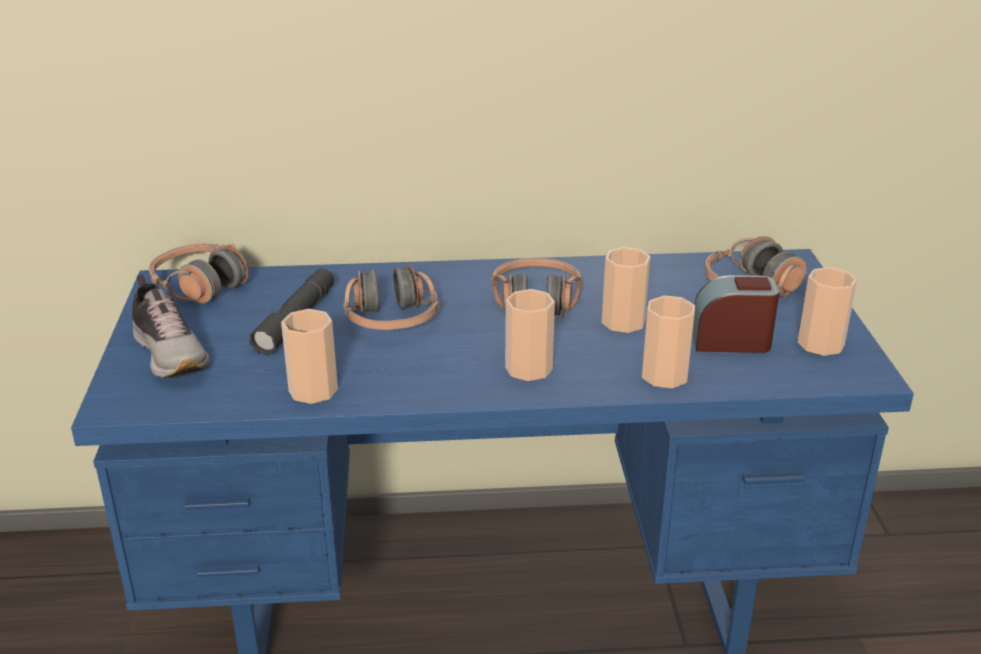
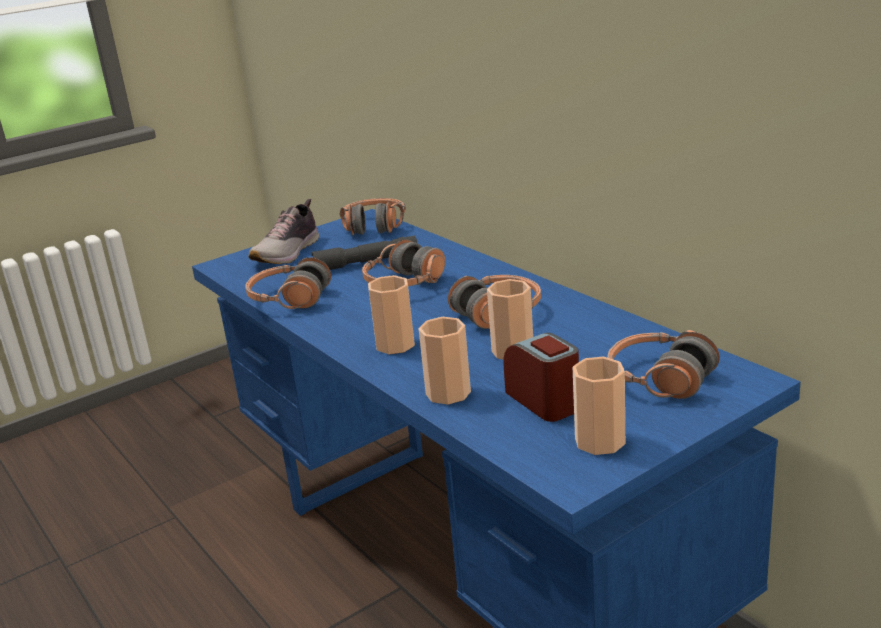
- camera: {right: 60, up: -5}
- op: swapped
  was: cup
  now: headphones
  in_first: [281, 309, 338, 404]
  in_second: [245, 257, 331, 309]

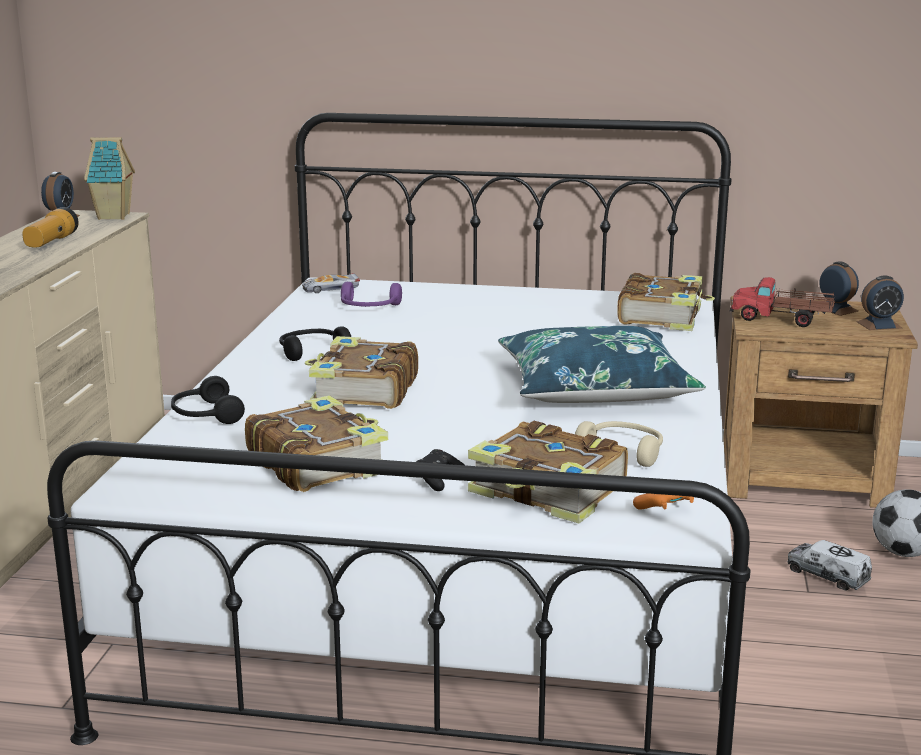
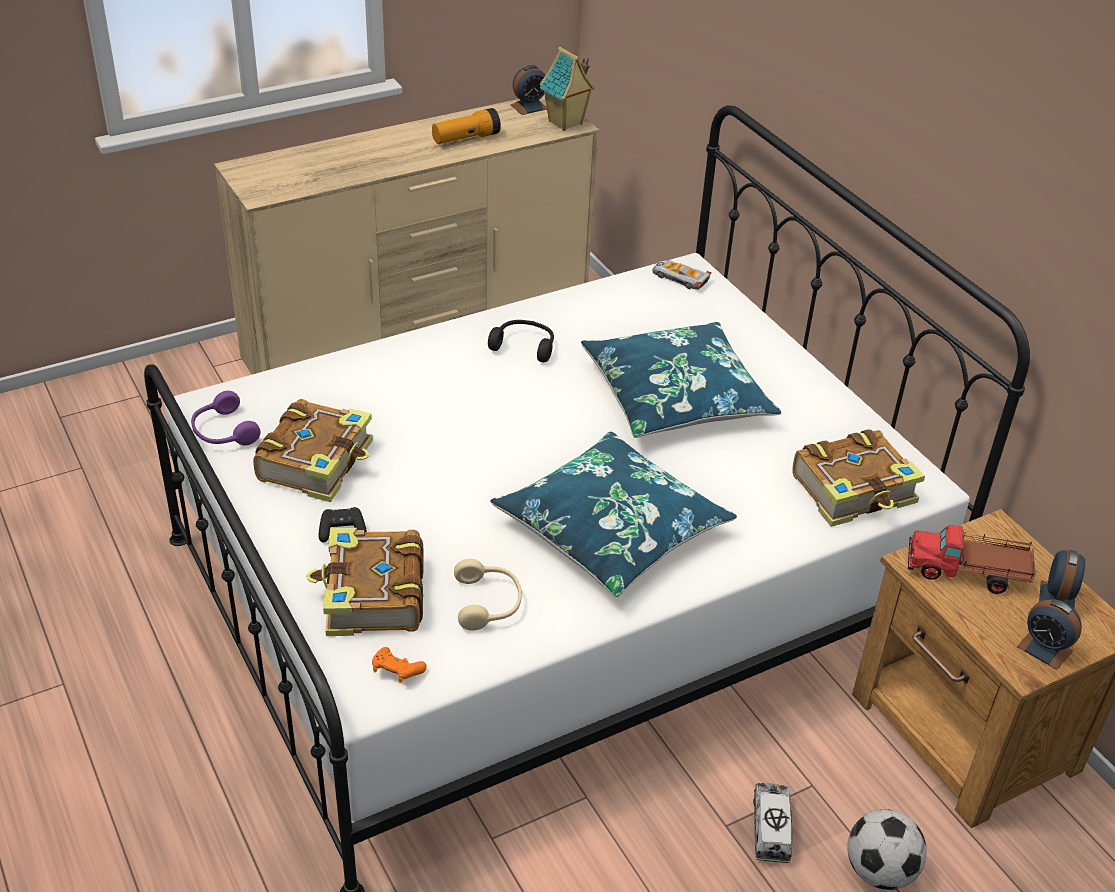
- camera: {right: 50, up: 20}
- op: gone
  was: headphones (black)
  in_first: [171, 376, 245, 424]
- op: gone
  was: book
  in_first: [305, 336, 418, 409]
- op: shifted
  was: headphones (purple)
  in_first: [341, 282, 402, 307]
  in_second: [191, 391, 260, 445]
- op: rotated
  was: toy truck
  in_first: [730, 277, 836, 327]
  in_second: [908, 525, 1036, 594]
  clockwise: -60
- op: new
  now: pillow (blue)
  in_second: [581, 322, 781, 438]

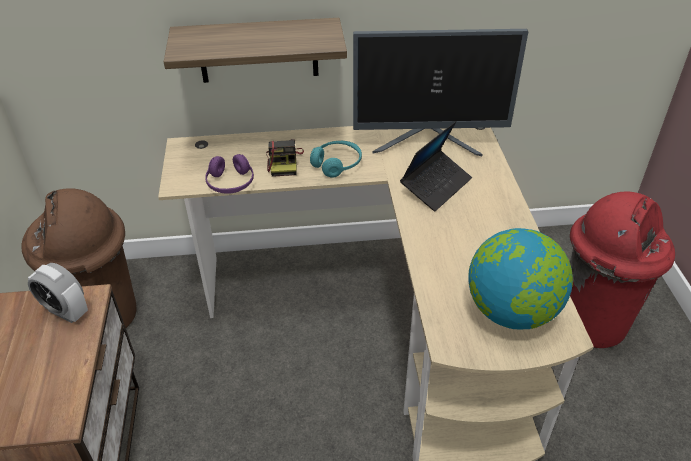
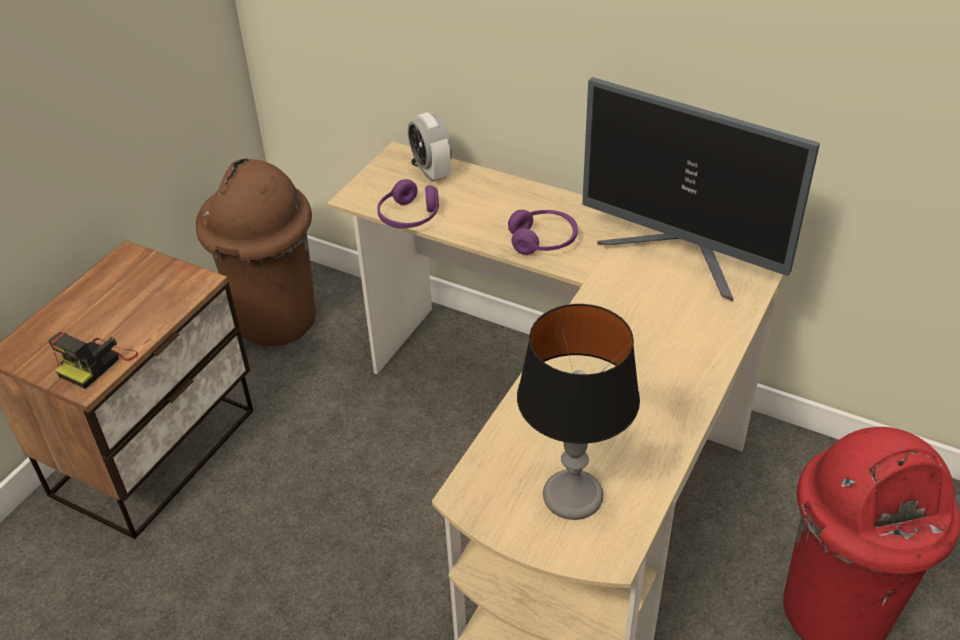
- camera: {right: 35, up: 0}
- op: shifted
  was: alarm clock
  in_first: [28, 263, 88, 323]
  in_second: [408, 112, 452, 182]
- op: gone
  was: shelf
  in_first: [164, 18, 347, 83]
- op: shifted
  was: photo camera
  in_first: [266, 139, 304, 177]
  in_second: [48, 332, 138, 389]
- op: repainted
  was: headphones (turquoise)
  now: headphones (purple)
  in_first: [310, 141, 362, 178]
  in_second: [508, 210, 578, 255]
- op: gone
  was: laptop
  in_first: [400, 121, 472, 211]
- op: swapped
  was: globe
  now: table lamp
  in_first: [468, 228, 573, 329]
  in_second: [517, 304, 640, 520]

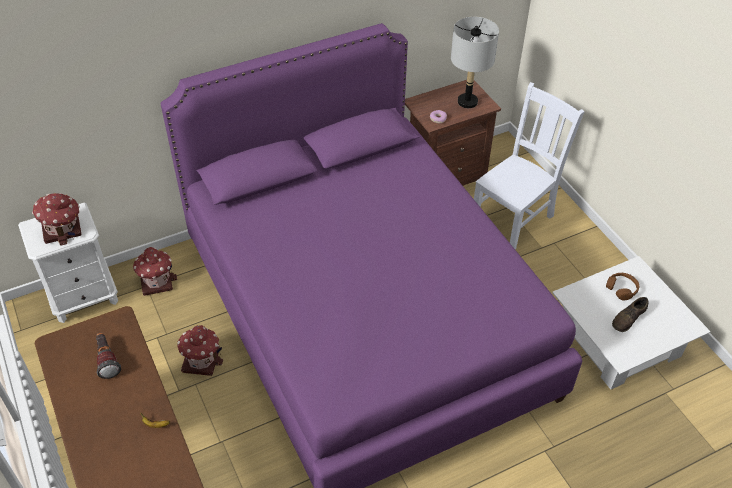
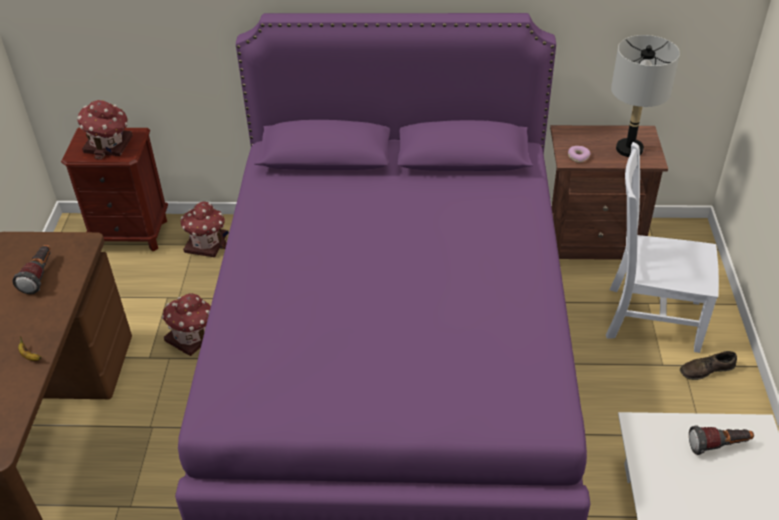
- camera: {right: 30, up: -5}
- op: repainted
  was: nightstand (white)
  now: nightstand (brown)
  in_first: [18, 203, 118, 323]
  in_second: [61, 127, 168, 252]
- op: rotated
  was: chair (white)
  in_first: [474, 82, 585, 249]
  in_second: [606, 142, 719, 353]
  clockwise: -150
- op: swapped
  was: headphones (brown)
  now: flashlight
  in_first: [606, 273, 639, 300]
  in_second: [689, 425, 754, 455]
- op: shifted
  was: shoe (brown)
  in_first: [612, 297, 649, 332]
  in_second: [680, 351, 737, 380]

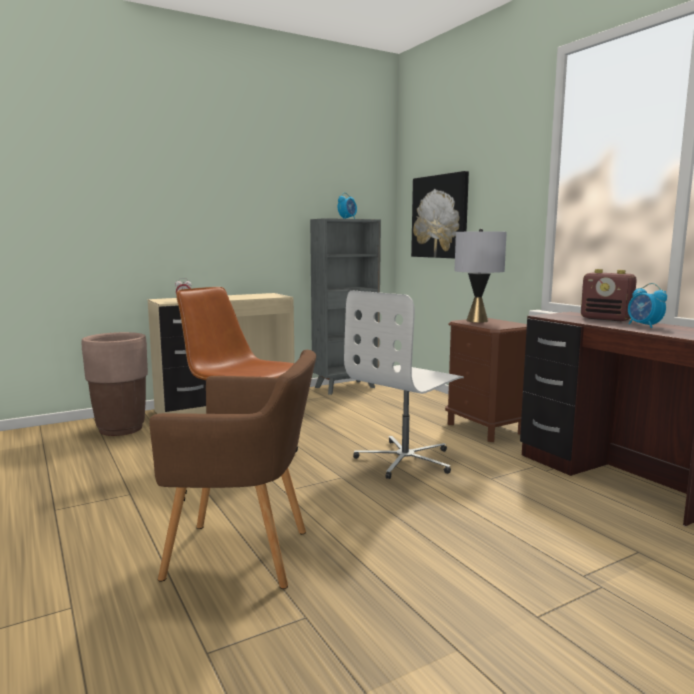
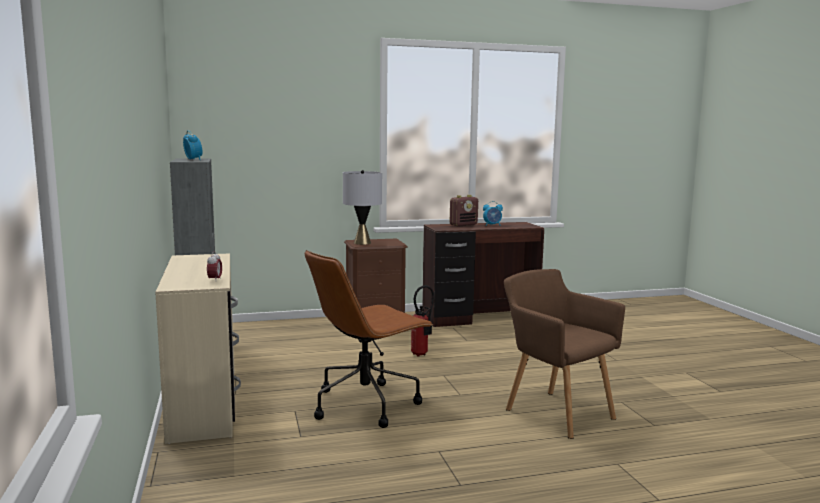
- camera: {right: -75, up: 0}
- op: gone
  was: planter (brown)
  in_first: [81, 332, 148, 436]
- op: rotated
  was: armchair (brown)
  in_first: [149, 350, 316, 589]
  in_second: [504, 269, 625, 439]
  clockwise: -60
- op: swapped
  was: office chair (white)
  now: fire extinguisher
  in_first: [344, 290, 464, 479]
  in_second: [411, 285, 434, 357]
- op: gone
  was: picture
  in_first: [411, 171, 469, 258]

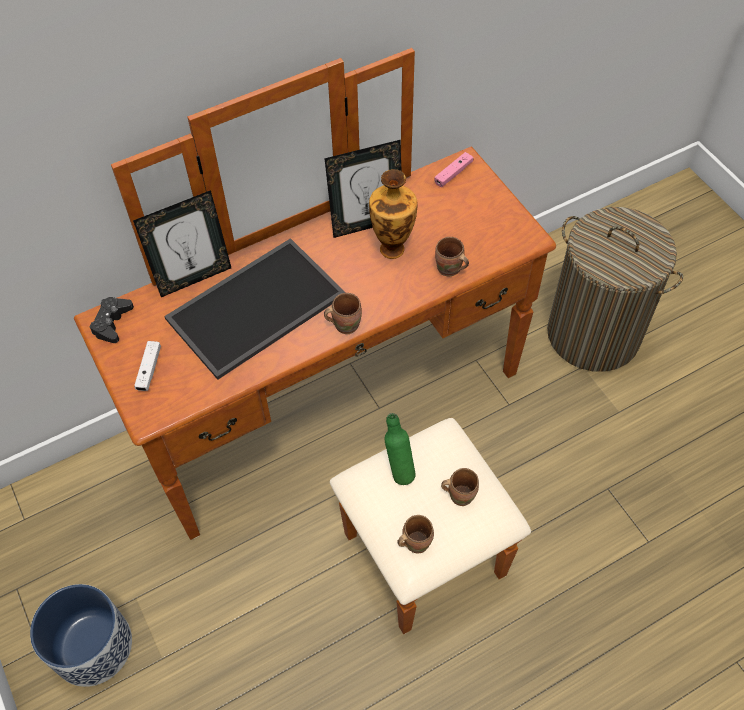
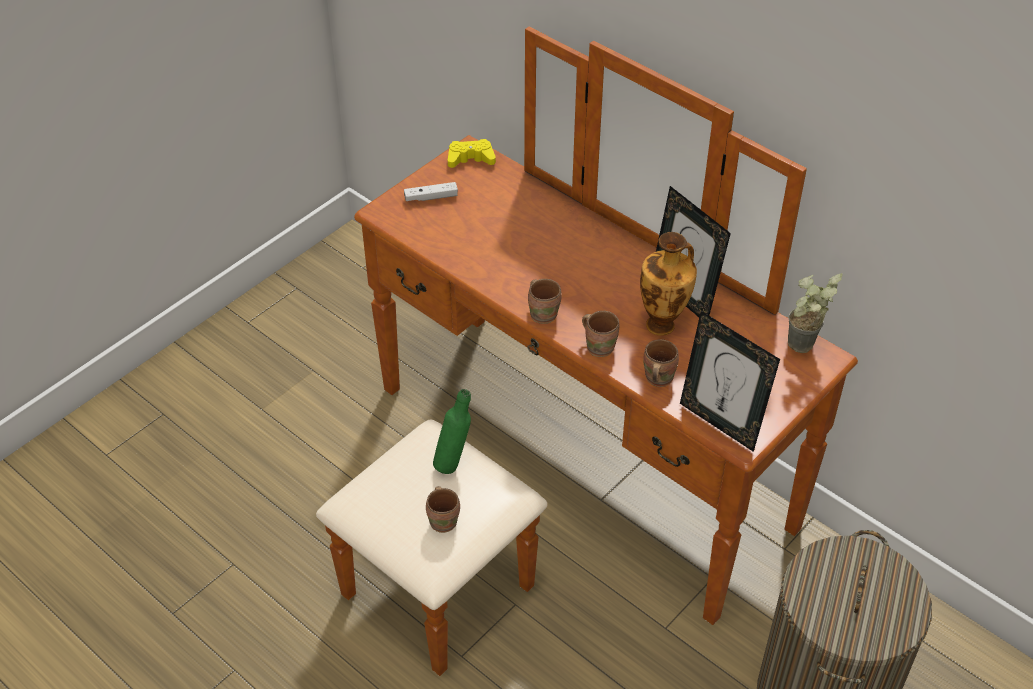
- camera: {right: 70, up: -10}
- op: gone
  was: planter
  in_first: [30, 584, 132, 687]
- op: repainted
  was: game controller (black)
  now: game controller (yellow)
  in_first: [90, 297, 134, 343]
  in_second: [448, 139, 496, 168]
- op: shifted
  was: picture frame
  in_first: [133, 190, 231, 297]
  in_second: [680, 311, 780, 452]
- op: gone
  was: tray
  in_first: [164, 238, 345, 380]
- op: shifted
  was: mug (brown)
  in_first: [397, 515, 434, 554]
  in_second: [582, 311, 620, 357]
- op: swapped
  was: game controller (pink)
  now: potted plant
  in_first: [435, 152, 473, 187]
  in_second: [788, 273, 843, 353]

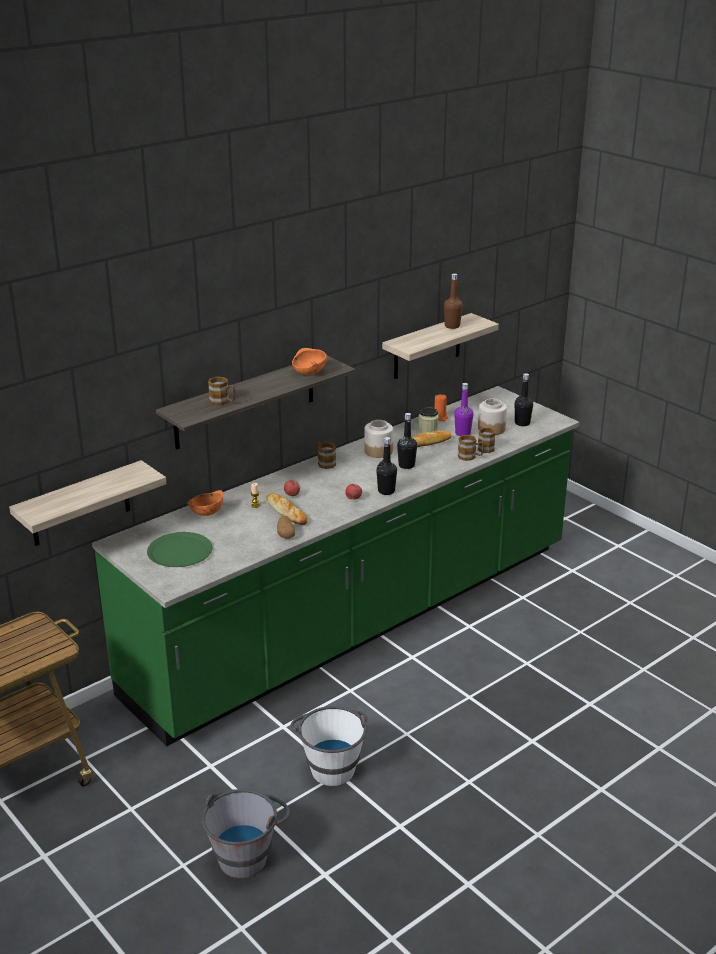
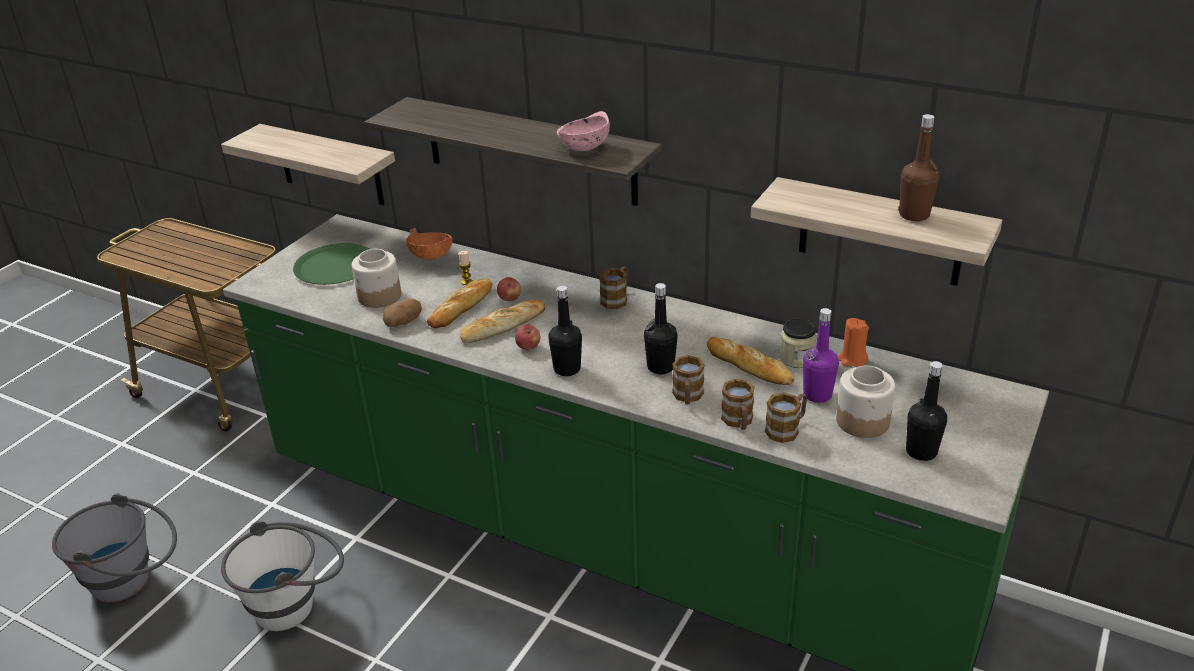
- camera: {right: 70, up: 5}
- op: shifted
  was: mug
  in_first: [208, 377, 235, 405]
  in_second: [672, 355, 705, 404]
- op: repainted
  was: bowl (orange)
  now: bowl (pink)
  in_first: [292, 348, 327, 375]
  in_second: [557, 111, 610, 151]
- op: shifted
  was: jar
  in_first: [364, 420, 393, 458]
  in_second: [352, 249, 401, 308]
- op: new
  now: bread
  in_second: [460, 300, 545, 343]

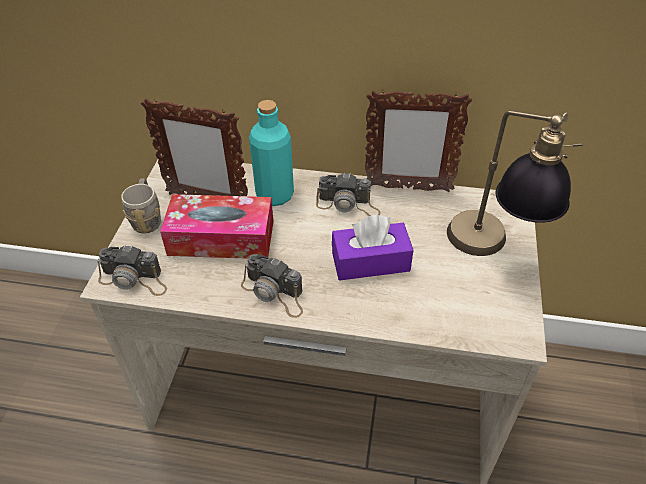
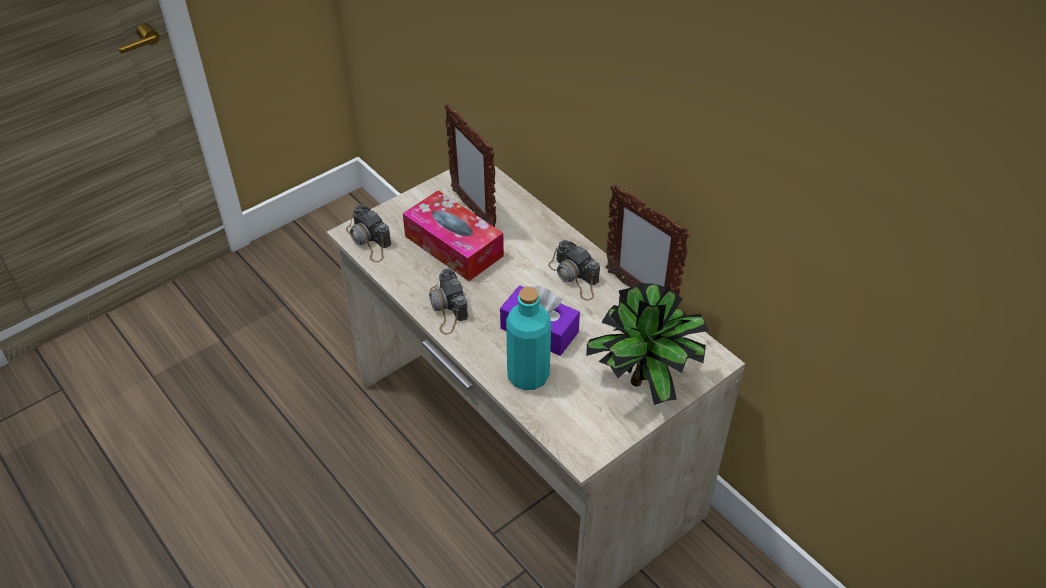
- camera: {right: 40, up: 0}
- op: gone
  was: mug (grey)
  in_first: [121, 178, 161, 234]
- op: shifted
  was: bottle (turquoise)
  in_first: [249, 100, 294, 206]
  in_second: [506, 287, 551, 390]
- op: swapped
  was: table lamp
  now: potted plant
  in_first: [447, 110, 583, 256]
  in_second: [586, 283, 709, 405]

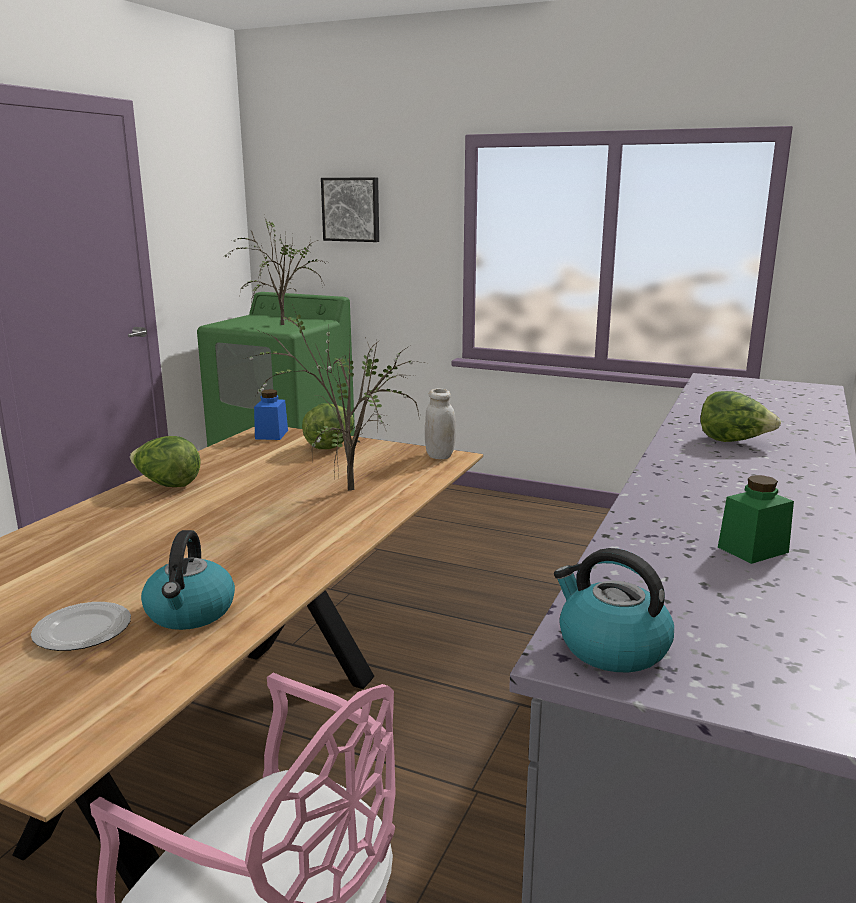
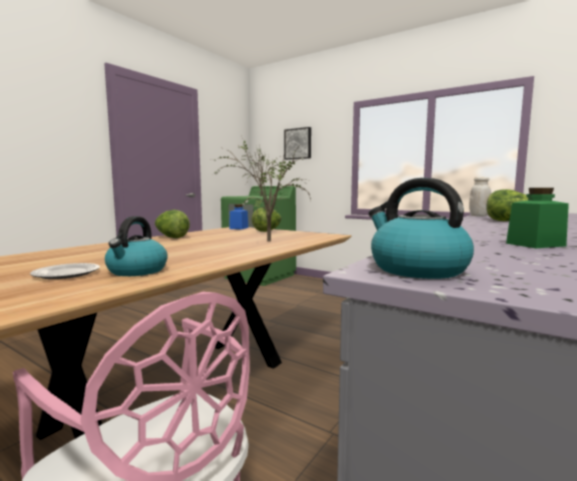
- camera: {right: 10, up: -10}
- op: shifted
  was: jar (white)
  in_first: [425, 388, 456, 459]
  in_second: [469, 177, 491, 217]

